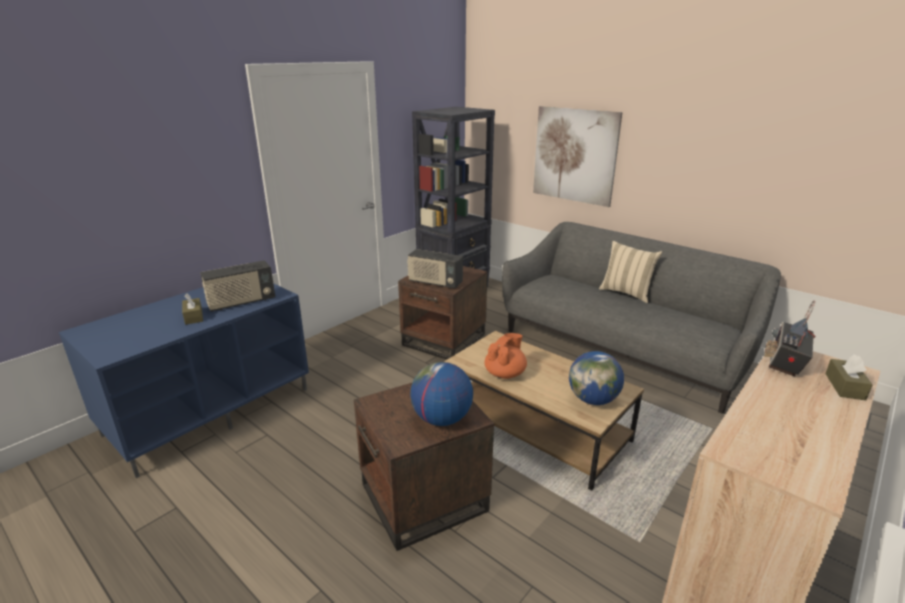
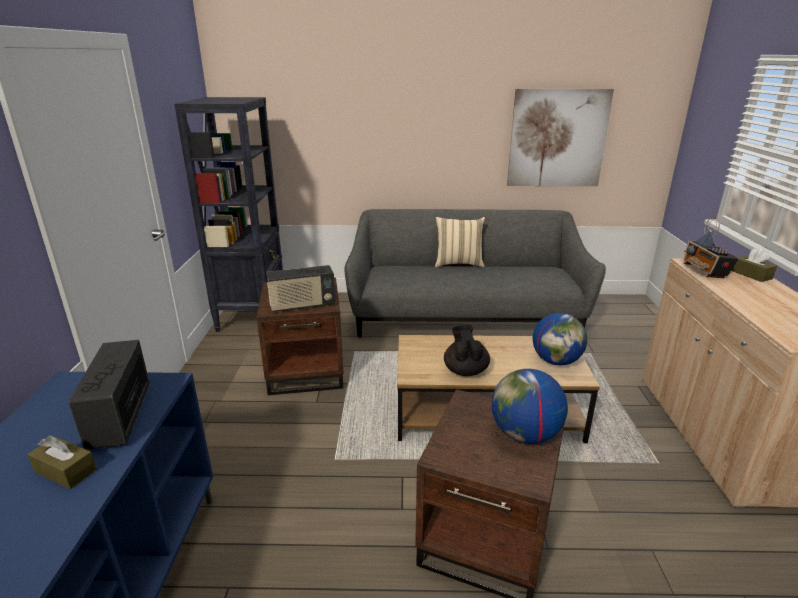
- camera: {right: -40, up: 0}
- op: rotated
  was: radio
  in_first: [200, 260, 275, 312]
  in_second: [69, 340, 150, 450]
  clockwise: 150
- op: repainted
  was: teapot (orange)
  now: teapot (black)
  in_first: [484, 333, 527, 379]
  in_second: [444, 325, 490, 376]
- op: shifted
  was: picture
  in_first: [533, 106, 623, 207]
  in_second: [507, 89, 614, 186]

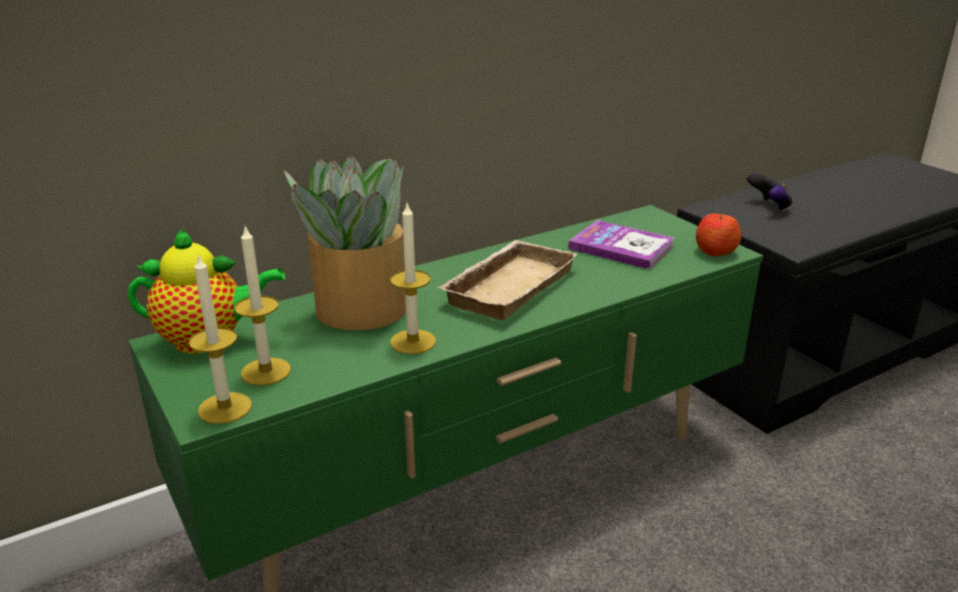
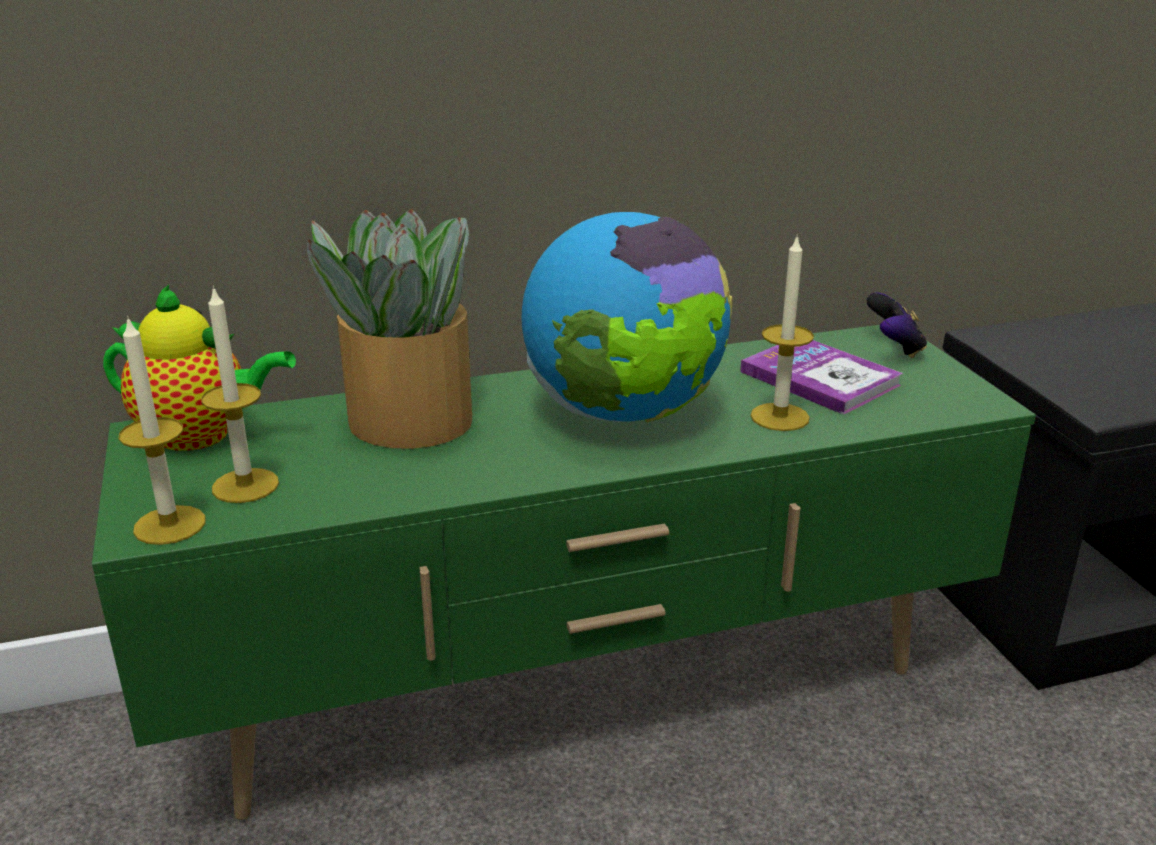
- camera: {right: 15, up: 0}
- op: shifted
  was: candle
  in_first: [390, 204, 436, 354]
  in_second: [751, 234, 814, 431]
- op: swapped
  was: tray (beige)
  now: globe
  in_first: [437, 240, 577, 320]
  in_second: [522, 212, 733, 422]
- op: gone
  was: apple
  in_first: [696, 211, 741, 256]
- op: shifted
  was: game controller
  in_first: [747, 173, 793, 212]
  in_second: [867, 292, 927, 358]

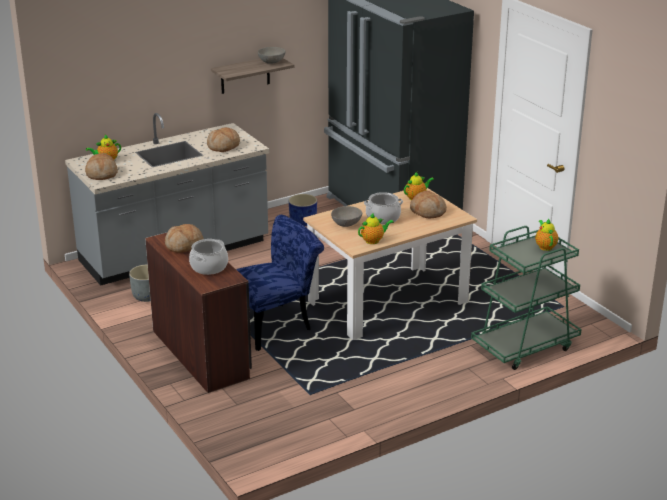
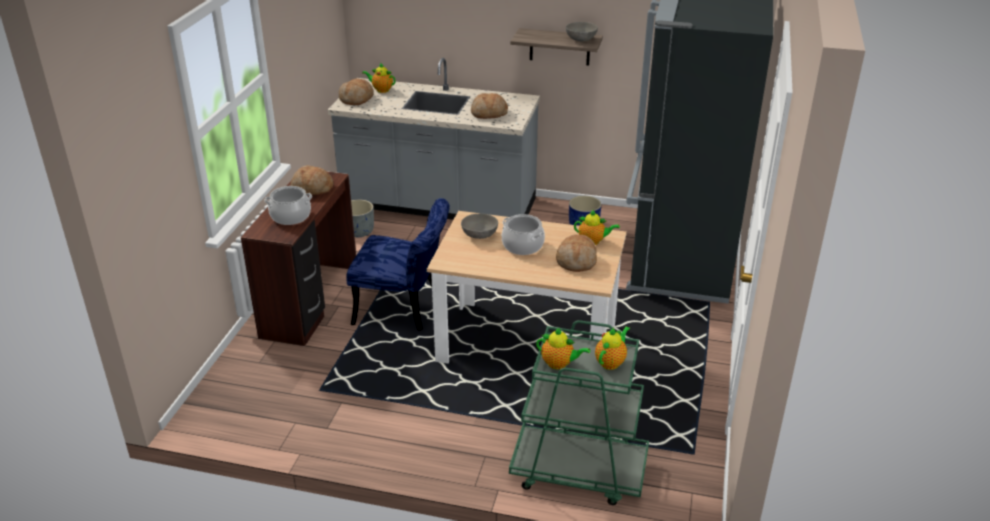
- camera: {right: 45, up: 5}
- op: shifted
  was: teapot
  in_first: [358, 214, 394, 244]
  in_second: [536, 328, 590, 369]

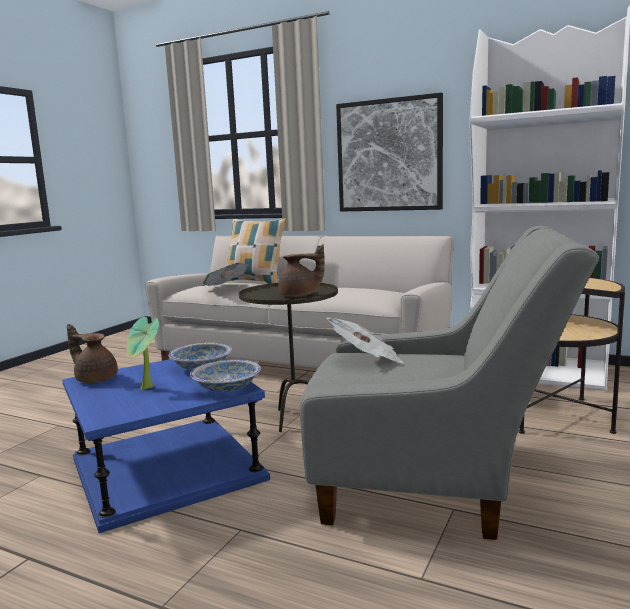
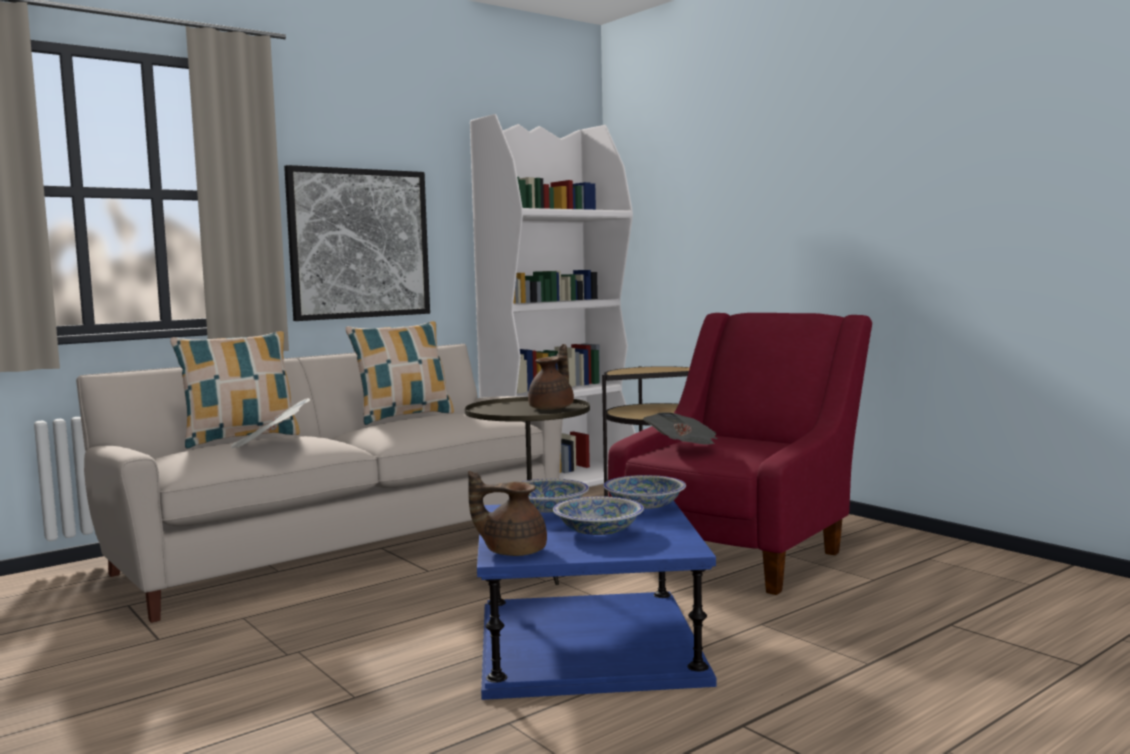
- camera: {right: -65, up: -5}
- op: rotated
  was: teapot (brown)
  in_first: [67, 324, 118, 383]
  in_second: [468, 471, 547, 556]
  clockwise: 45
- op: swapped
  was: potted plant
  now: bowl
  in_first: [127, 317, 159, 390]
  in_second: [553, 496, 644, 535]
- op: repainted
  was: armchair (grey)
  now: armchair (red)
  in_first: [300, 226, 599, 540]
  in_second: [608, 313, 872, 595]
- op: new
  now: pillow
  in_second: [346, 321, 454, 425]

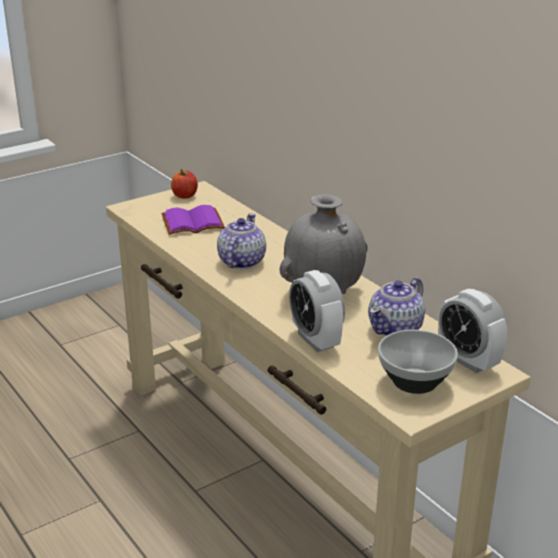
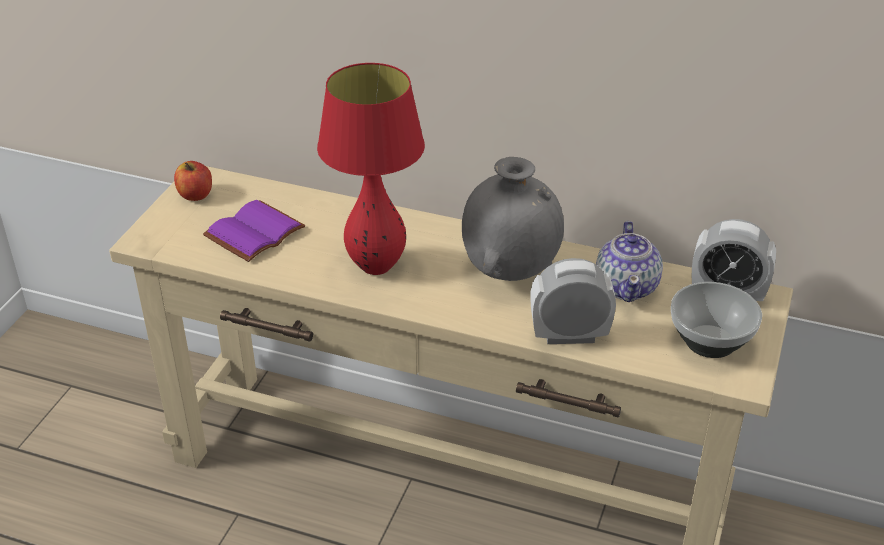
- camera: {right: -35, up: 10}
- op: swapped
  was: teapot
  now: table lamp (red)
  in_first: [217, 213, 266, 269]
  in_second: [317, 63, 425, 275]
- op: rotated
  was: alarm clock
  in_first: [289, 270, 345, 352]
  in_second: [530, 258, 616, 344]
  clockwise: 150

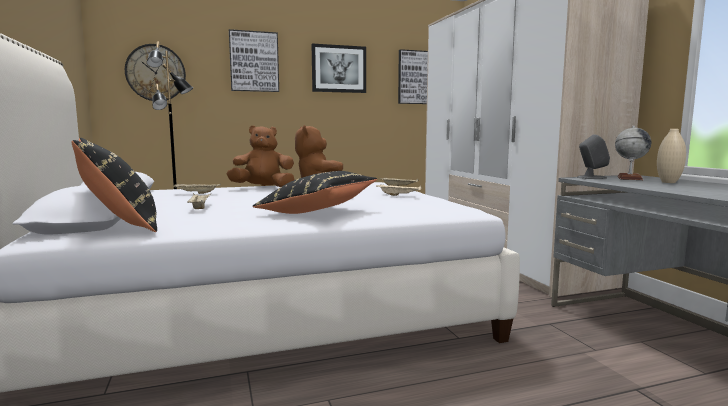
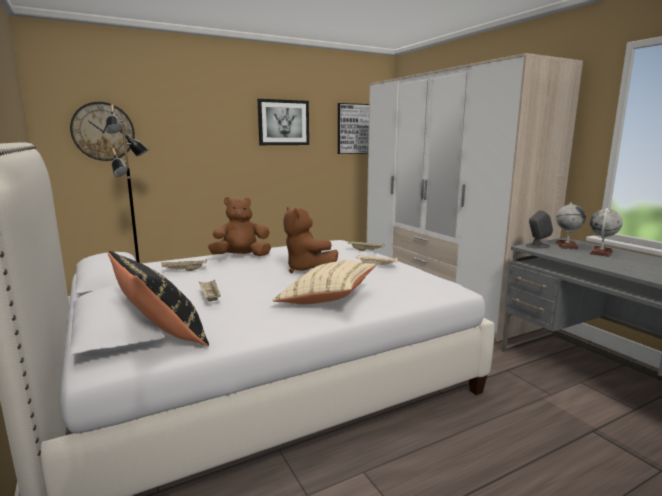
- camera: {right: -10, up: 5}
- op: gone
  was: picture
  in_first: [229, 29, 279, 92]
- op: repainted
  was: pillow (black)
  now: pillow (beige)
  in_first: [253, 171, 377, 214]
  in_second: [272, 260, 376, 304]
- op: swapped
  was: vase (beige)
  now: globe
  in_first: [657, 129, 686, 183]
  in_second: [589, 208, 623, 257]

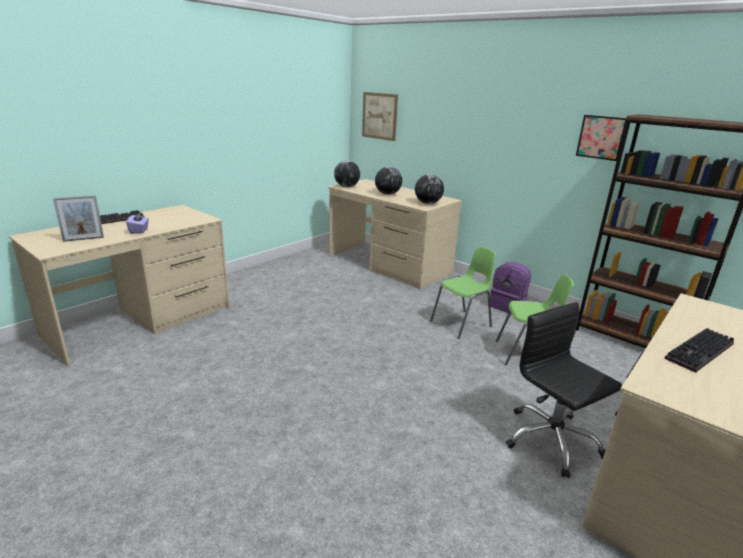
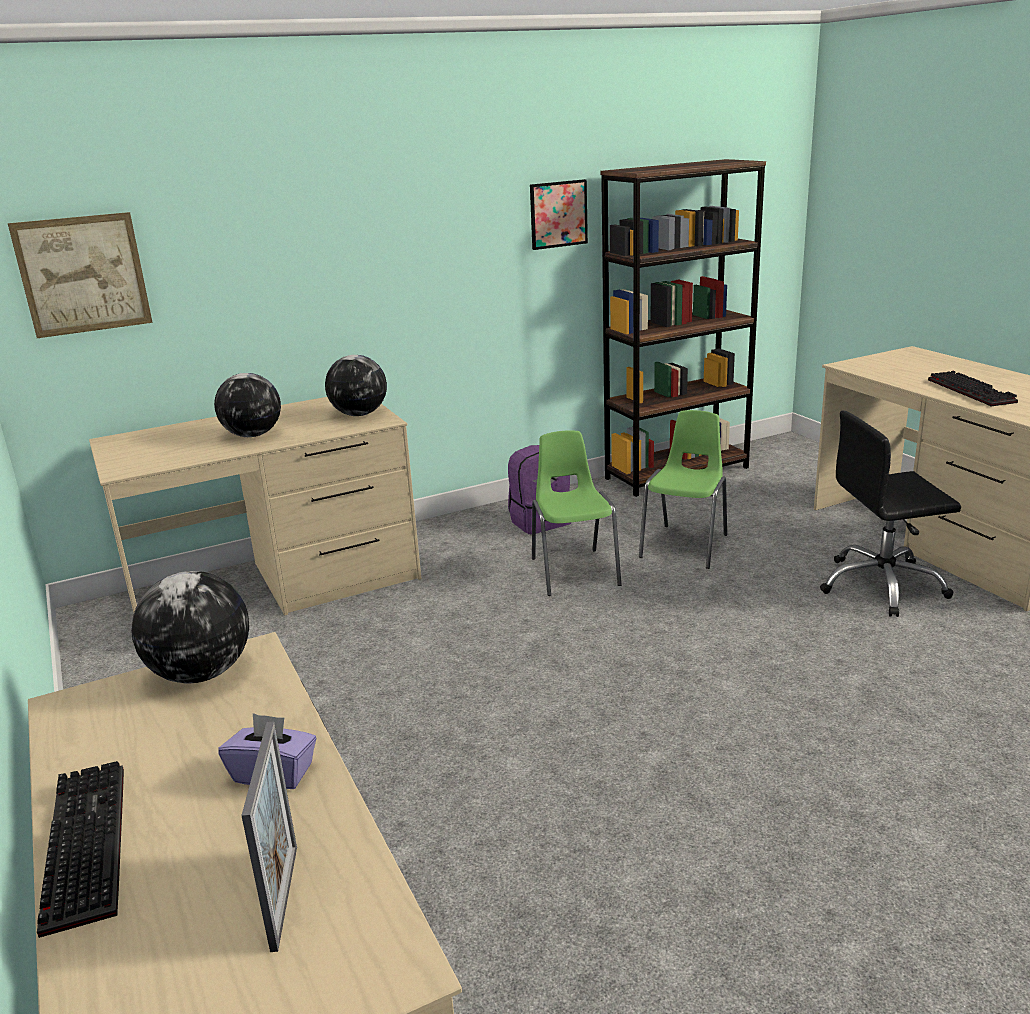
- camera: {right: -65, up: 0}
- op: shifted
  was: globe
  in_first: [334, 160, 360, 187]
  in_second: [131, 571, 249, 683]

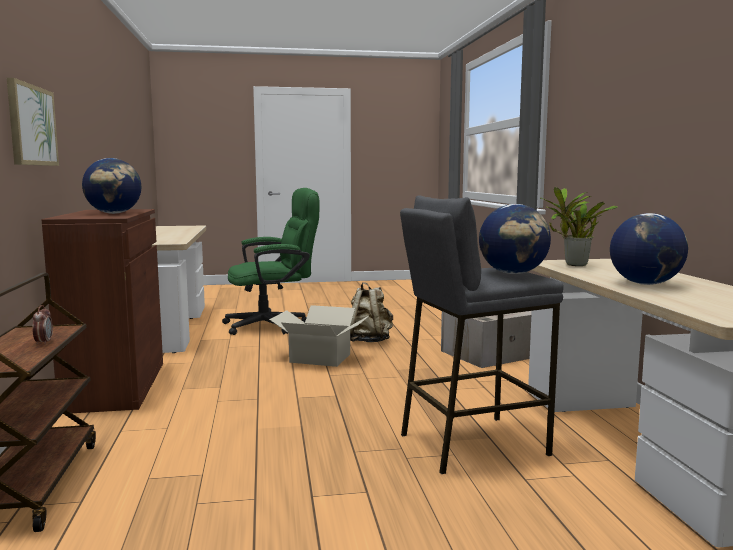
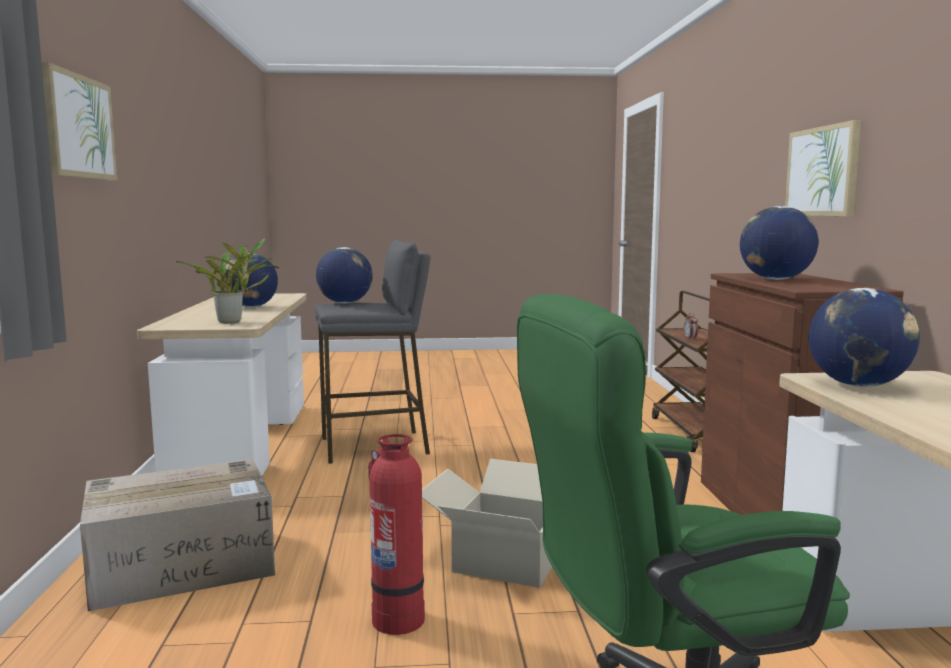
- camera: {right: -175, up: 0}
- op: swapped
  was: backpack (beige)
  now: fire extinguisher
  in_first: [350, 282, 393, 342]
  in_second: [368, 434, 425, 635]
- op: new
  now: picture
  in_second: [42, 62, 117, 180]
- op: new
  now: globe
  in_second: [809, 288, 920, 387]

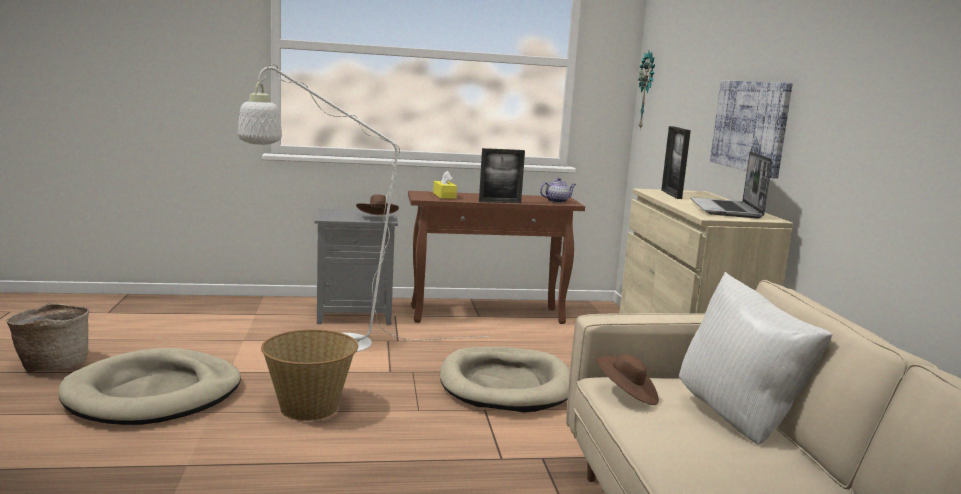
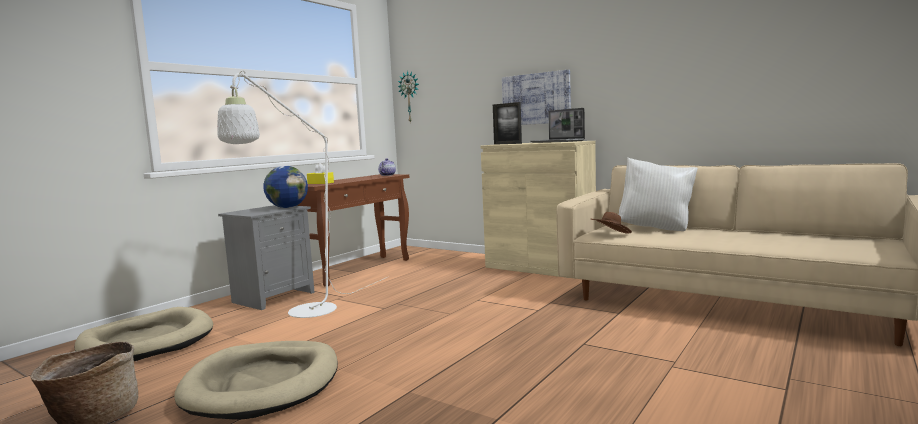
- camera: {right: -45, up: -5}
- op: gone
  was: basket
  in_first: [261, 329, 358, 421]
- op: swapped
  was: hat (brown)
  now: globe
  in_first: [356, 195, 399, 215]
  in_second: [263, 166, 308, 208]
- op: shifted
  was: dog bed (beige)
  in_first: [440, 347, 570, 412]
  in_second: [75, 307, 213, 361]
- op: gone
  was: picture frame
  in_first: [479, 148, 525, 203]

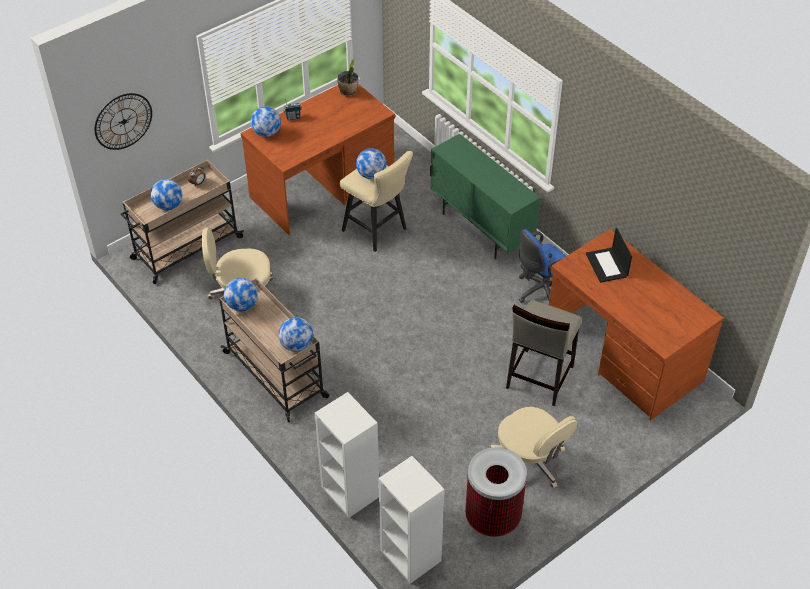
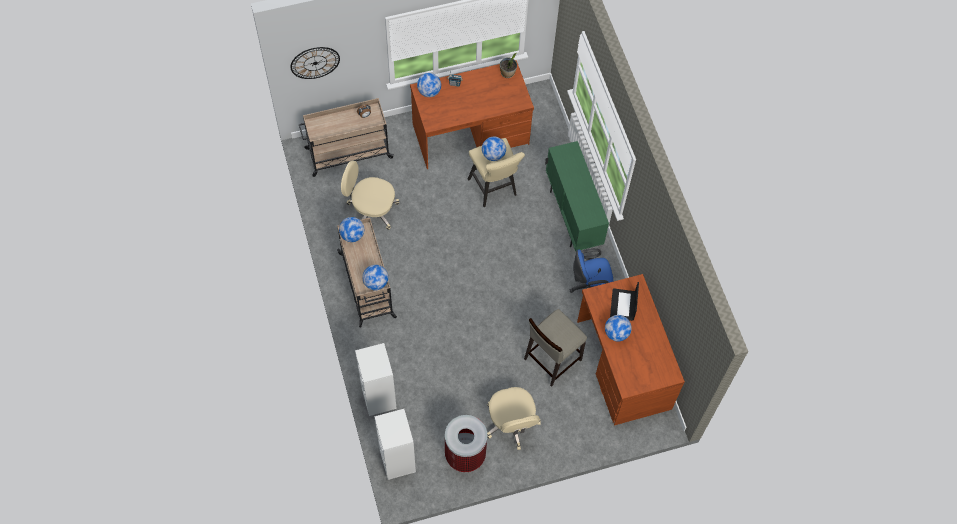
- camera: {right: 20, up: 15}
- op: shifted
  was: globe
  in_first: [151, 179, 182, 210]
  in_second: [605, 315, 632, 341]

